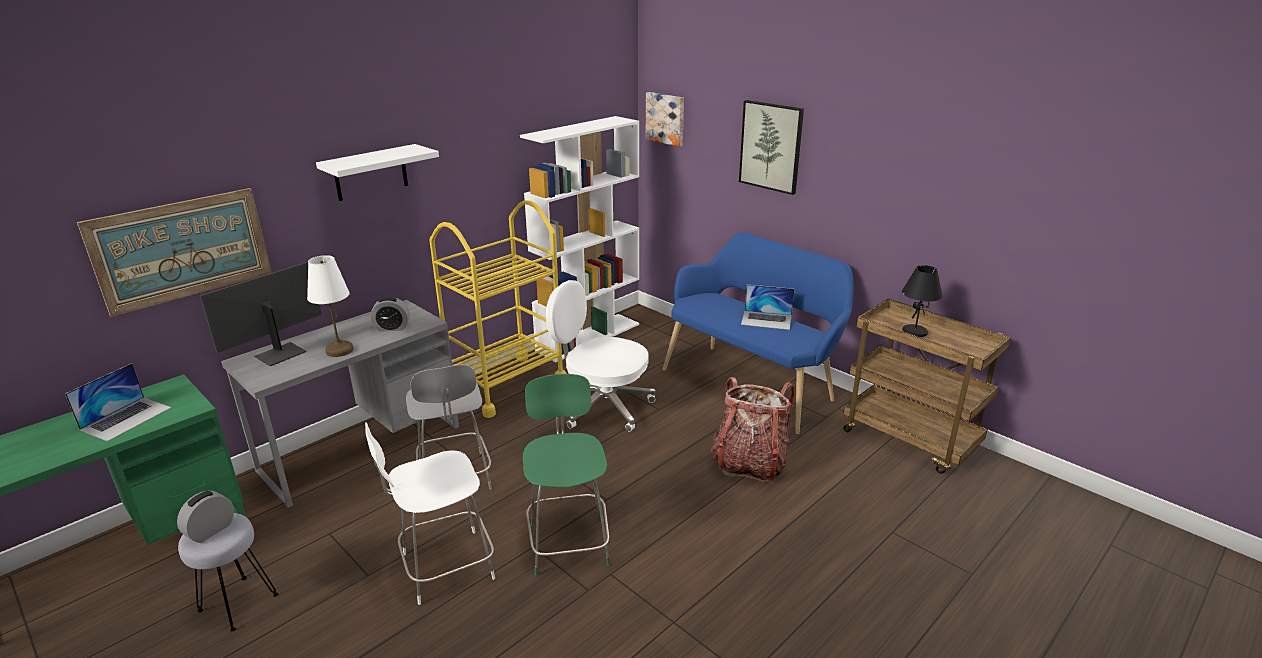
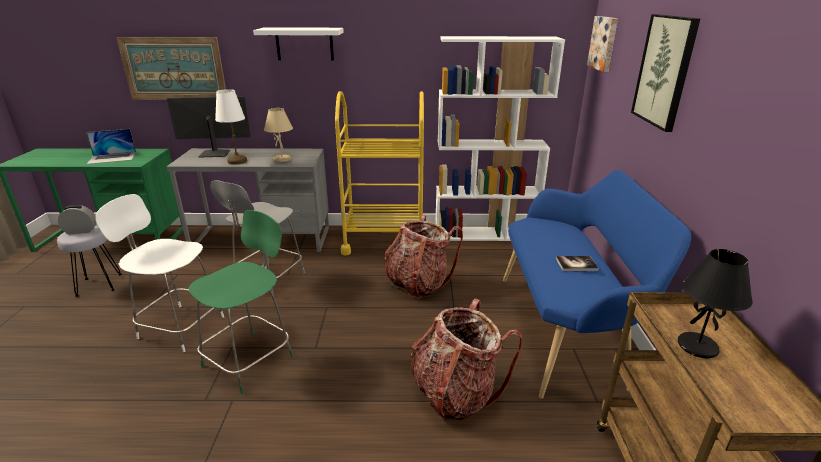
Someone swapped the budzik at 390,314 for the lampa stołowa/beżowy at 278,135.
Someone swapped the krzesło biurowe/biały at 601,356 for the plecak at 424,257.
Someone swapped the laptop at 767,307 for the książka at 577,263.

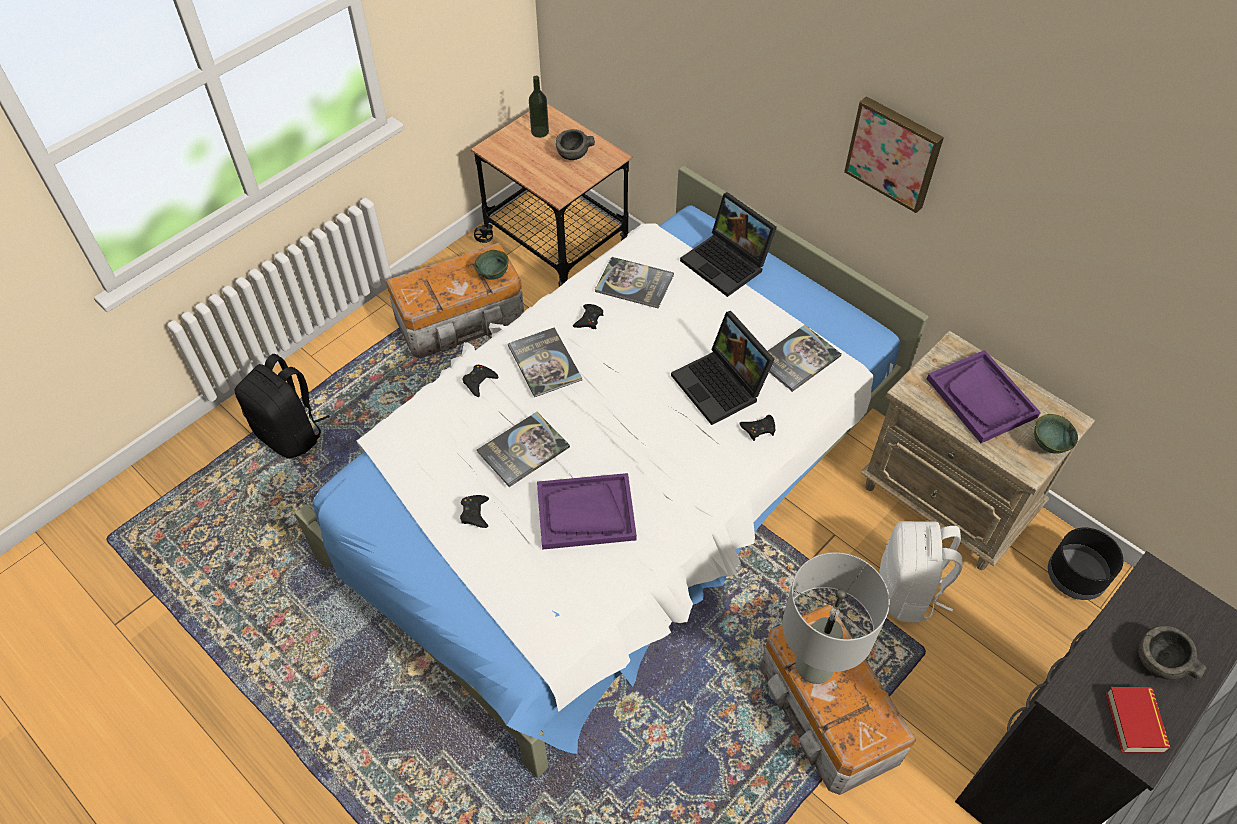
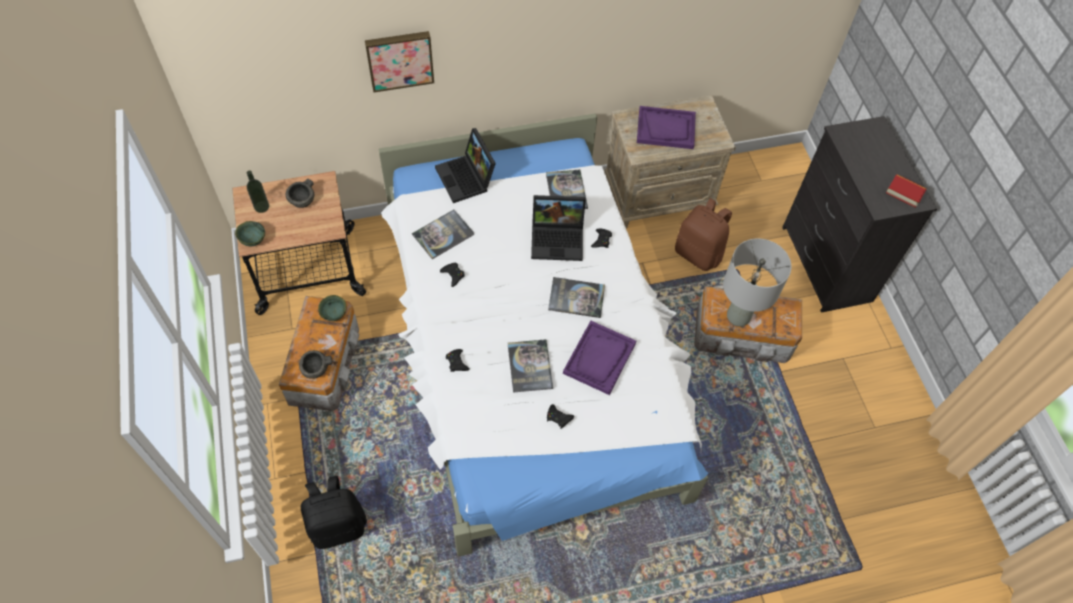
Someone carried the książka from 545,362 to 576,297.
Someone rotated the laptop at 728,244 by 75 degrees clockwise.
Someone carried the obraz from 894,154 to 399,61.
Someone repainted the plecak/biały at 921,572, which became the plecak/brązowy at 703,234.
Someone carried the miska/zielony from 1056,434 to 250,233.
Someone took away the donica/czarny at 1085,564.
Someone carried the miska/szary from 1173,653 to 316,364.

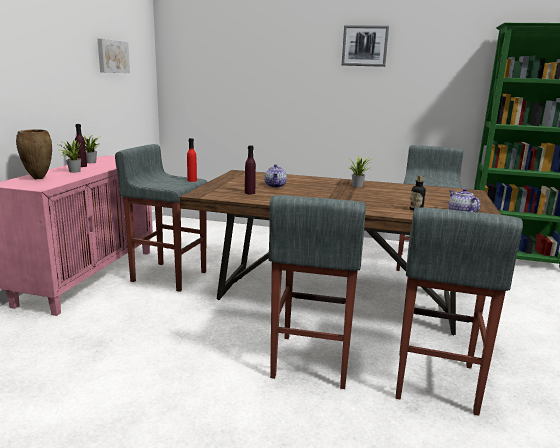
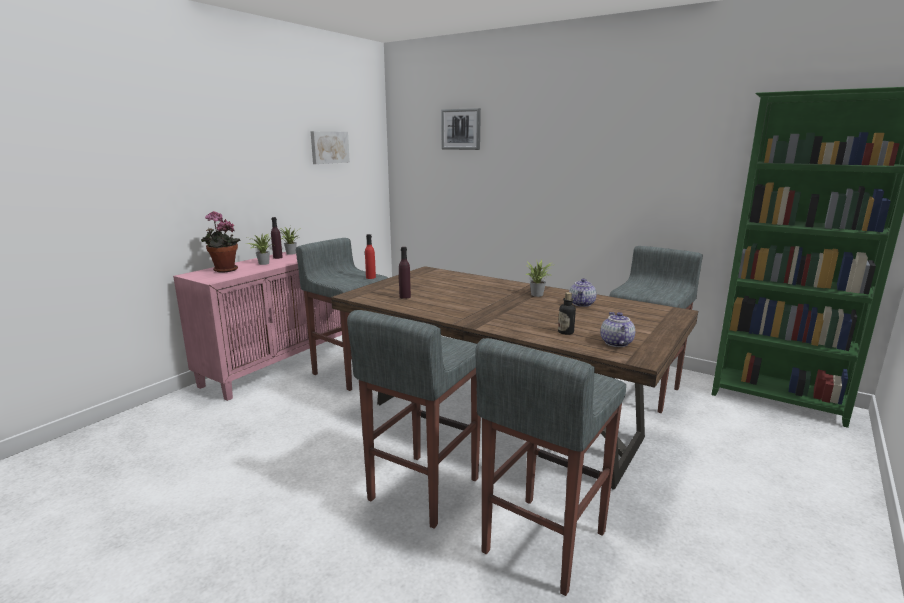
Someone swapped the wazon/brązowy at 34,154 for the roślina doniczkowa at 221,242.
Someone carried the imbryk from 275,176 to 583,293.
Someone carried the obraz from 365,46 to 461,129.

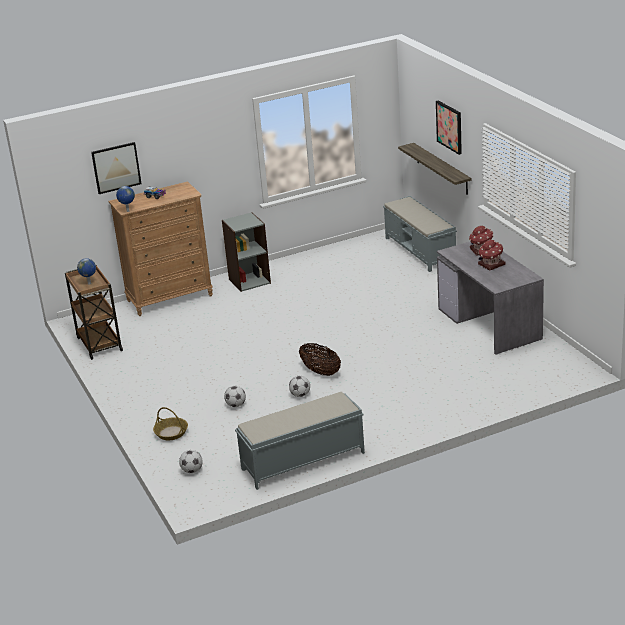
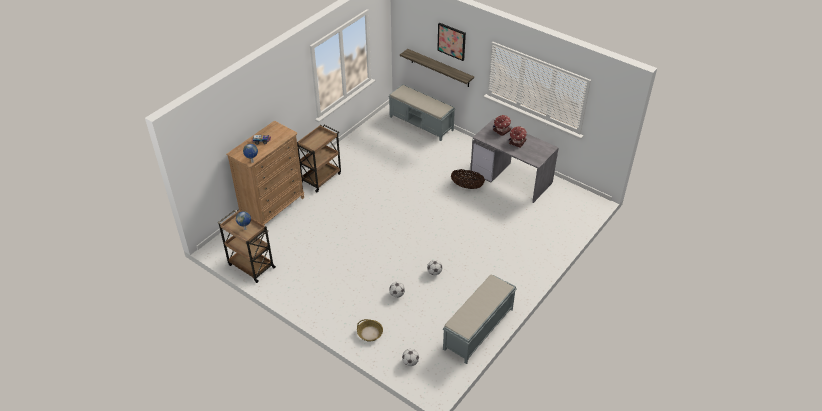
Someone took away the obraz at 116,168.
Someone swapped the regał/szary at 246,252 for the wózek/brązowy at 319,158.
Someone carried the koszyk from 320,359 to 468,179.

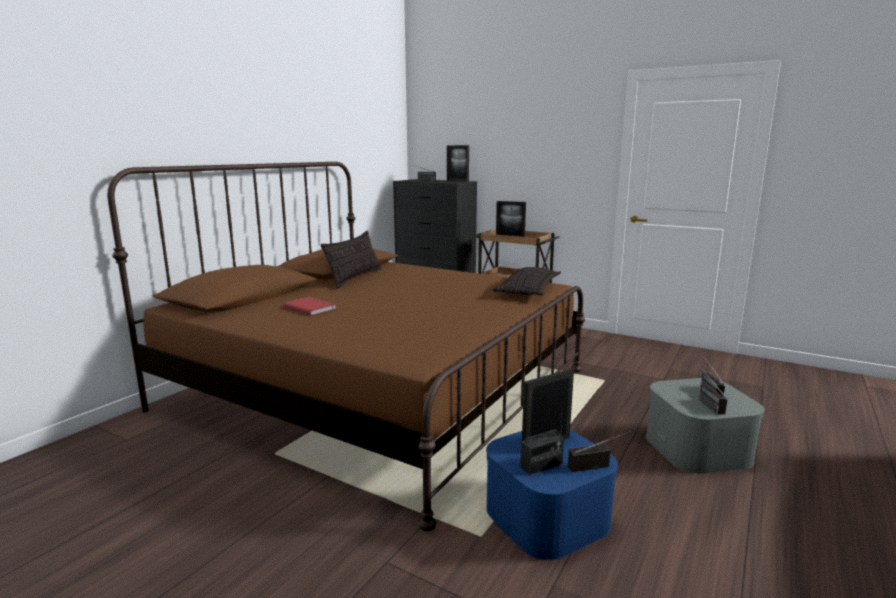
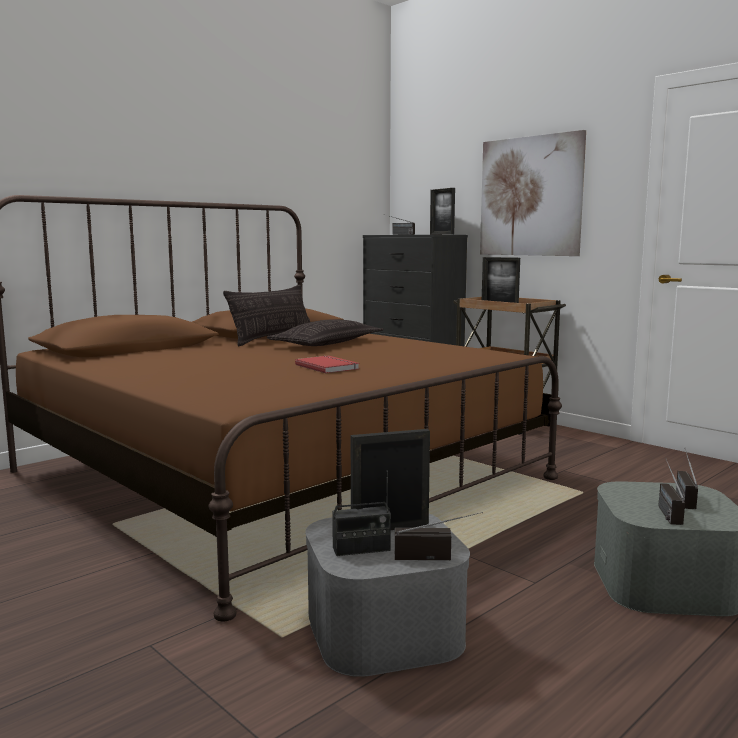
Someone carried the książka/czerwony from 309,306 to 327,364.
Someone repainted the pojemnik do przechowywania/niebieski at 552,495, which became the pojemnik do przechowywania/szary at 387,595.
Someone carried the poduszka from 526,281 to 325,332.
Someone put up the obraz at 533,193.

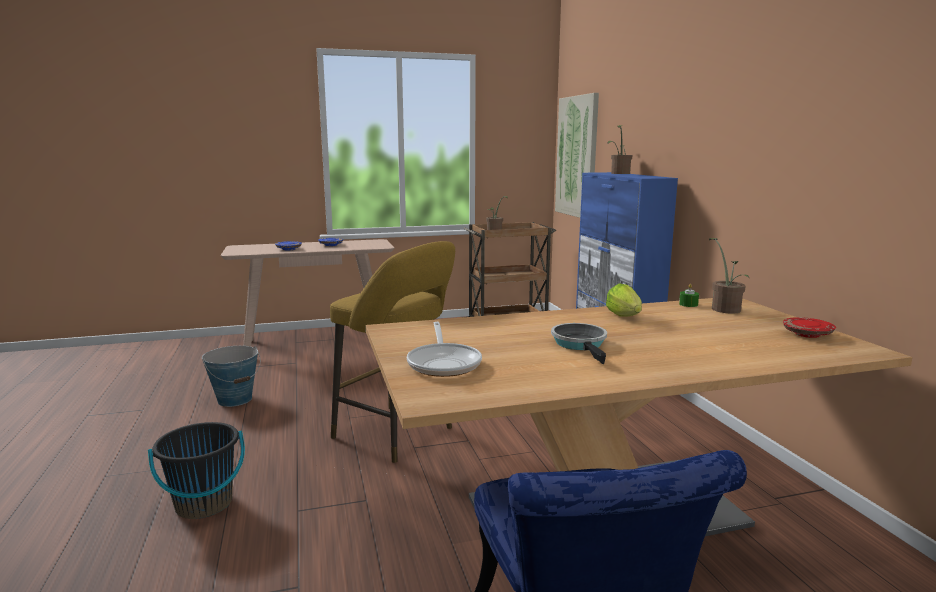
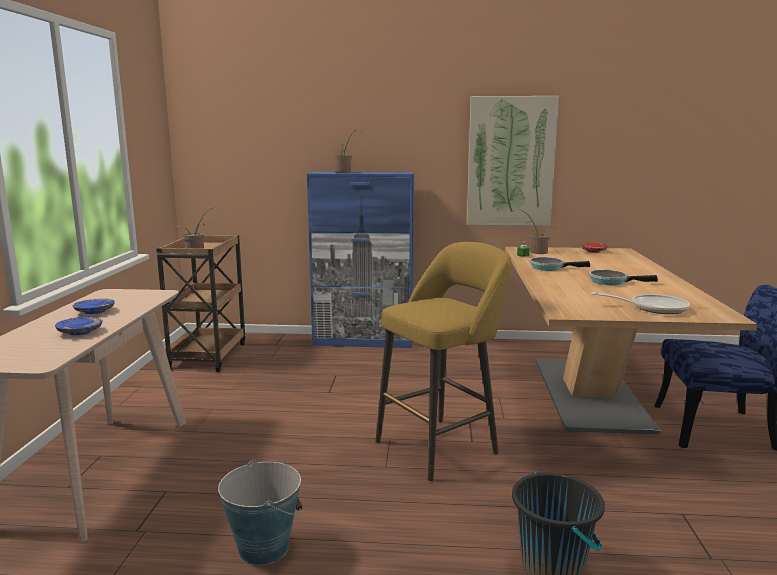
Someone carried the obraz from 577,155 to 513,161.
Someone swapped the sałata at 624,300 for the patelnia at 559,264.

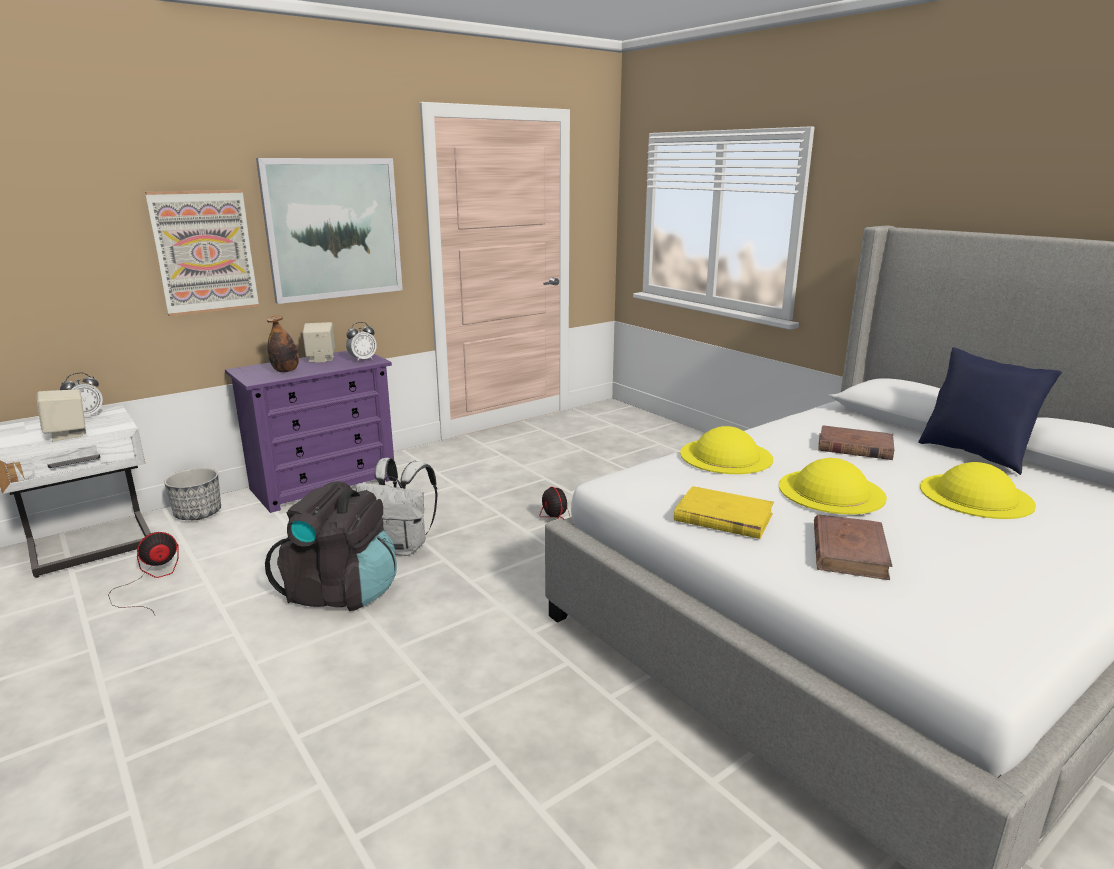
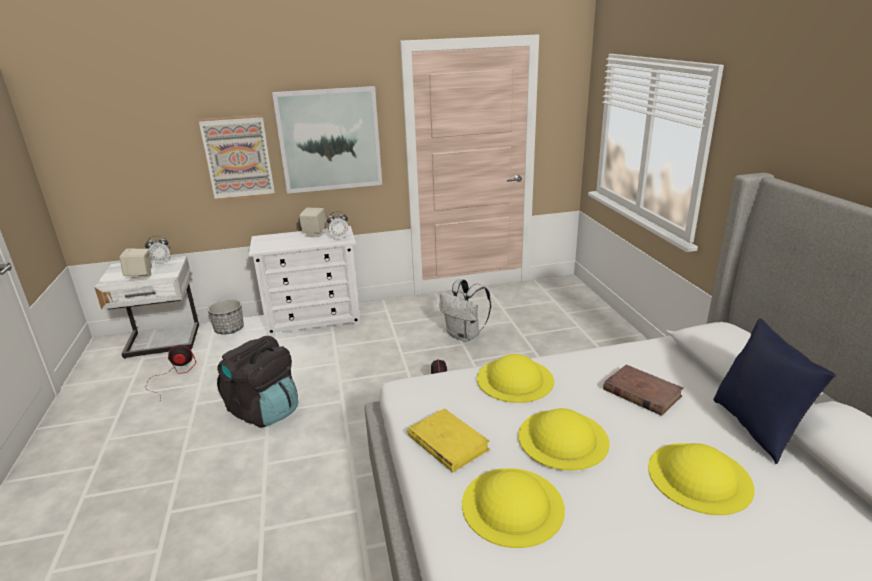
Someone repainted the komoda/fioletowy at 309,432, which became the komoda/biały at 305,281.
Someone took away the butelka at 283,344.
Someone carried the plecak/biały from 397,507 to 465,310.
Someone swapped the książka/brązowy at 853,547 for the kapelusz/żółty at 513,508.

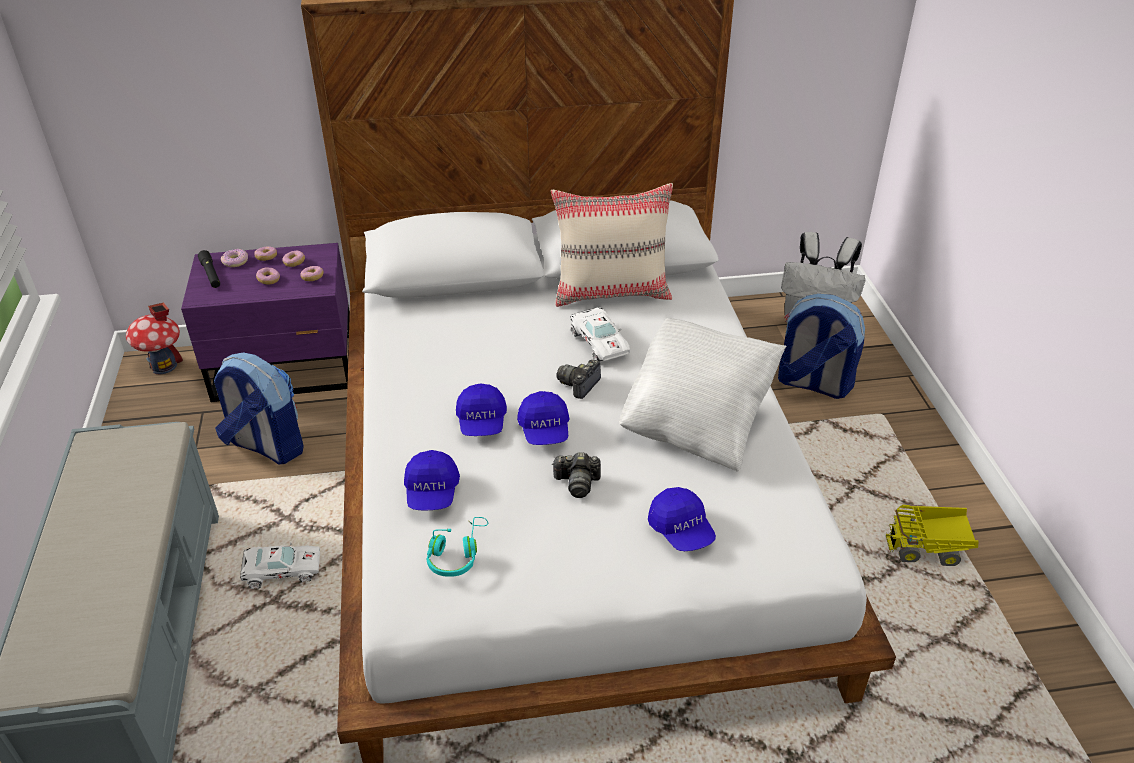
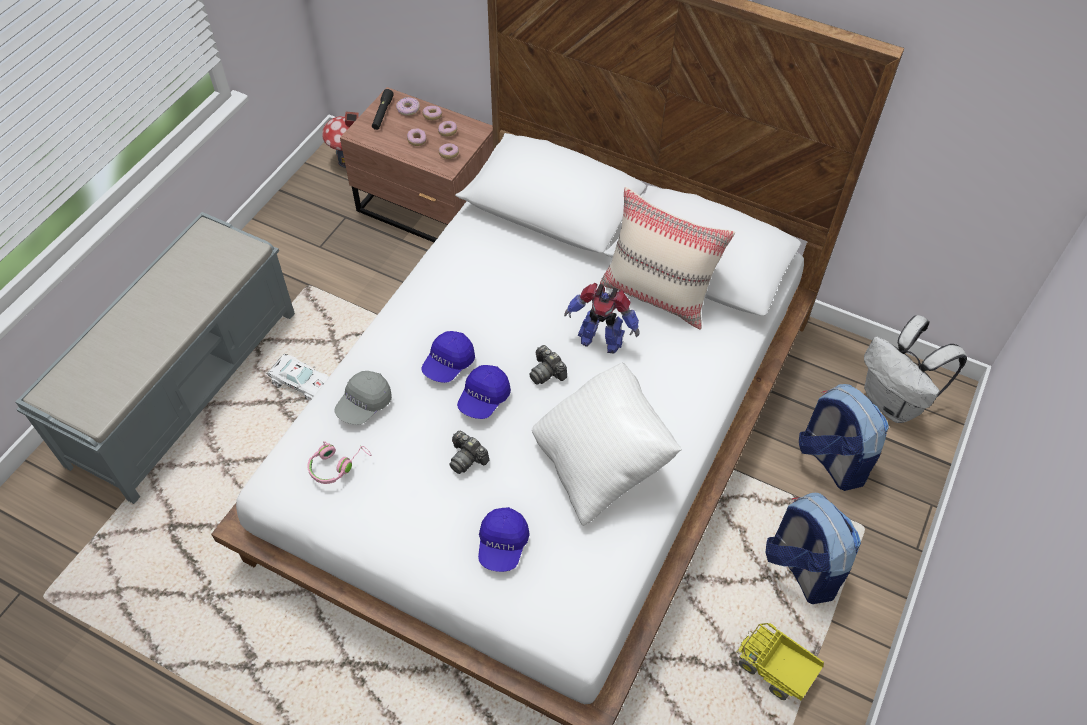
Someone repainted the szafka nocna/fioletowy at 265,322, which became the szafka nocna/brązowy at 417,164.
Someone carried the plecak from 259,408 to 813,548.
Someone repainted the czapka z daszkiem/niebieski at 432,480, which became the czapka z daszkiem/szary at 363,398.
Someone repainted the słuchawki/turkusowy at 457,547, which became the słuchawki/różowy at 339,462.
Someone rotated the aparat fotograficzny at 578,379 by 105 degrees counterclockwise.
Someone swapped the samochodzik/biały at 600,334 for the robot zabawkowy at 602,318.

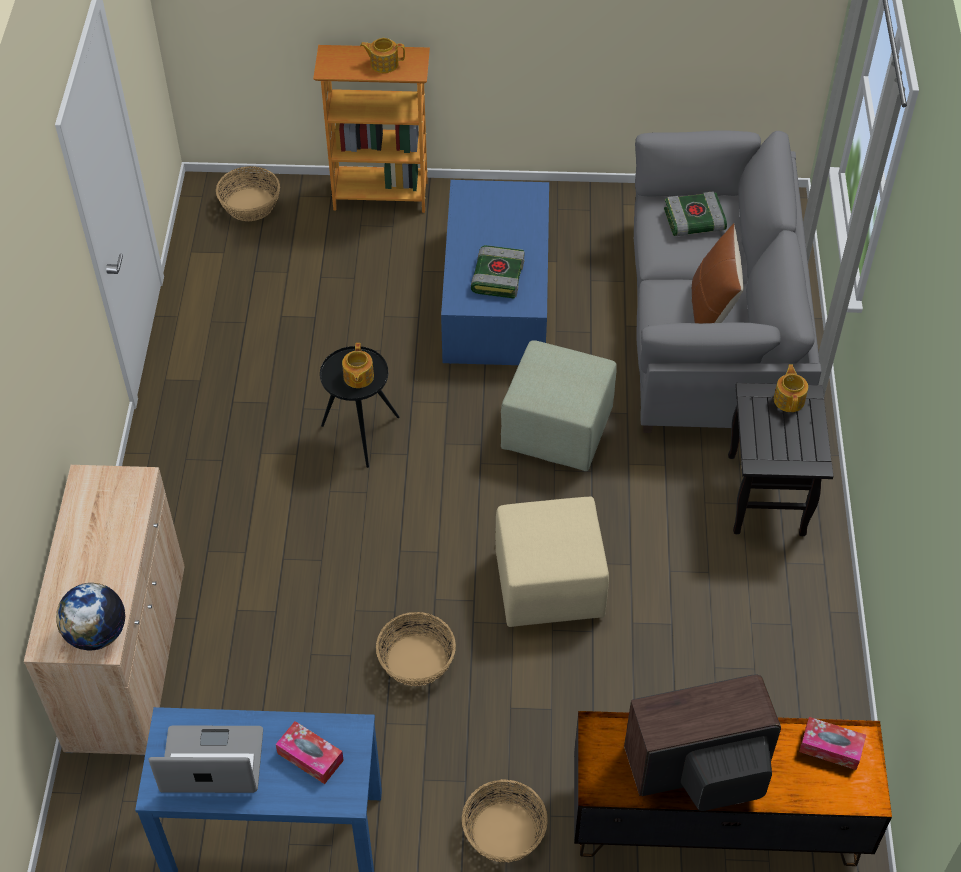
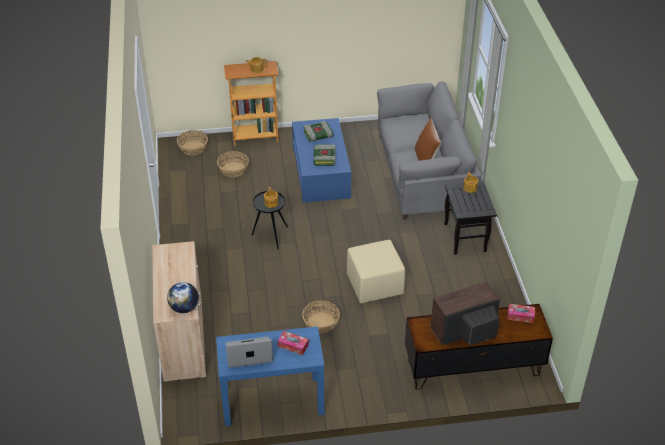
Someone carried the koszyk from 505,820 to 233,164.
Someone took away the pufa/zielony at 559,405.
Someone carried the książka from 695,213 to 318,131.

